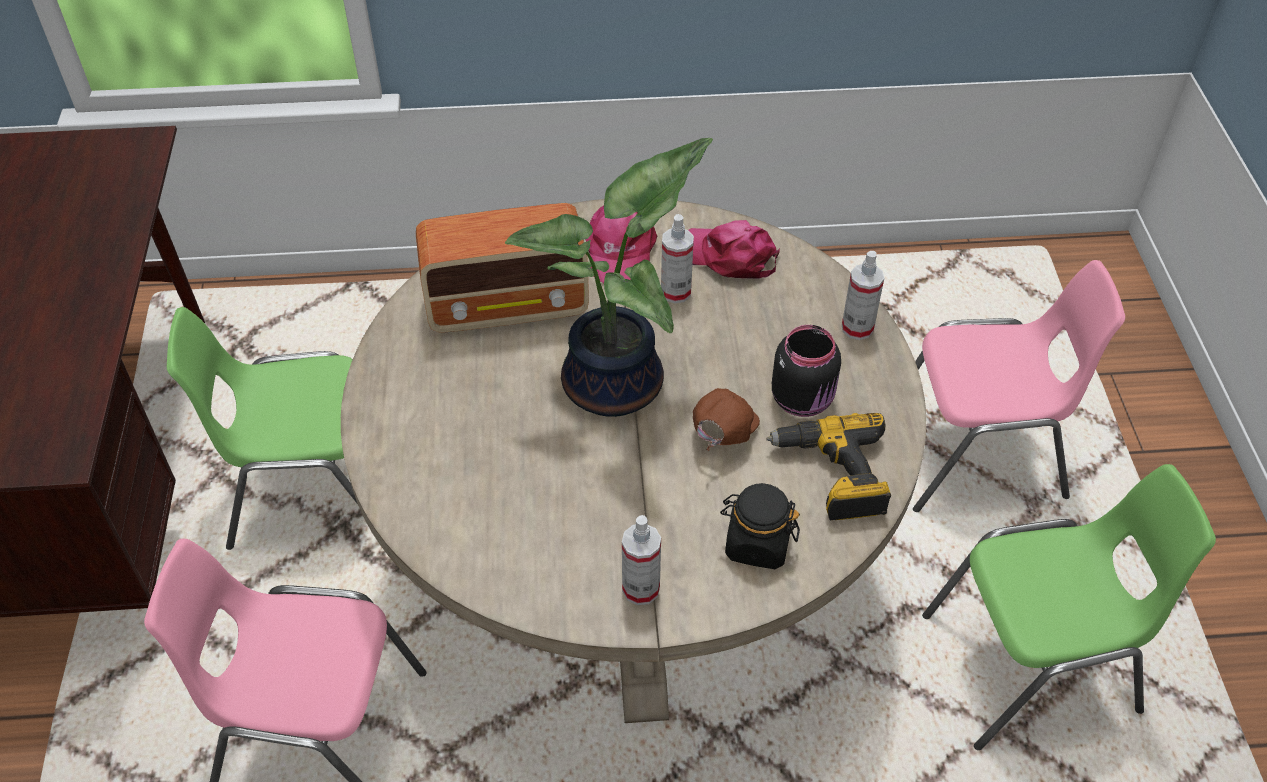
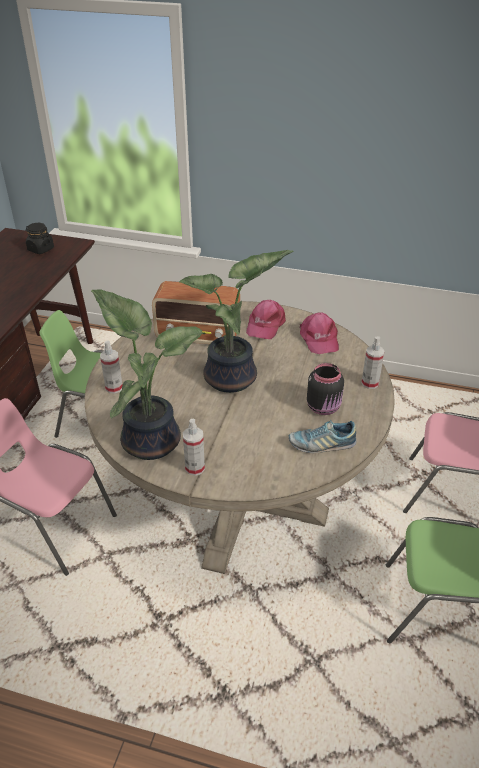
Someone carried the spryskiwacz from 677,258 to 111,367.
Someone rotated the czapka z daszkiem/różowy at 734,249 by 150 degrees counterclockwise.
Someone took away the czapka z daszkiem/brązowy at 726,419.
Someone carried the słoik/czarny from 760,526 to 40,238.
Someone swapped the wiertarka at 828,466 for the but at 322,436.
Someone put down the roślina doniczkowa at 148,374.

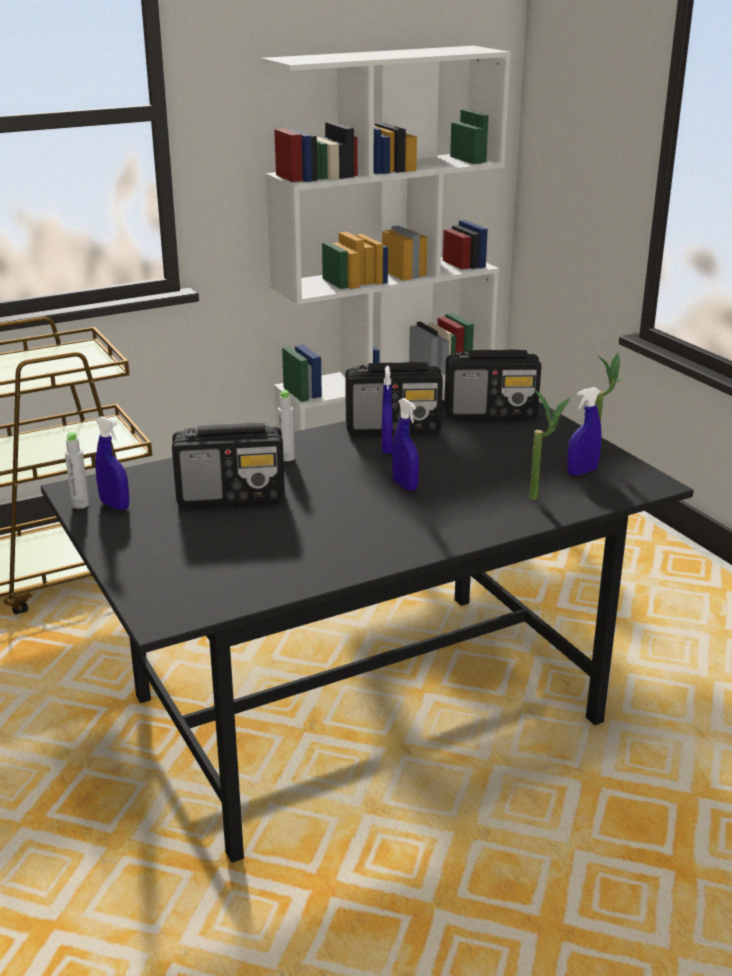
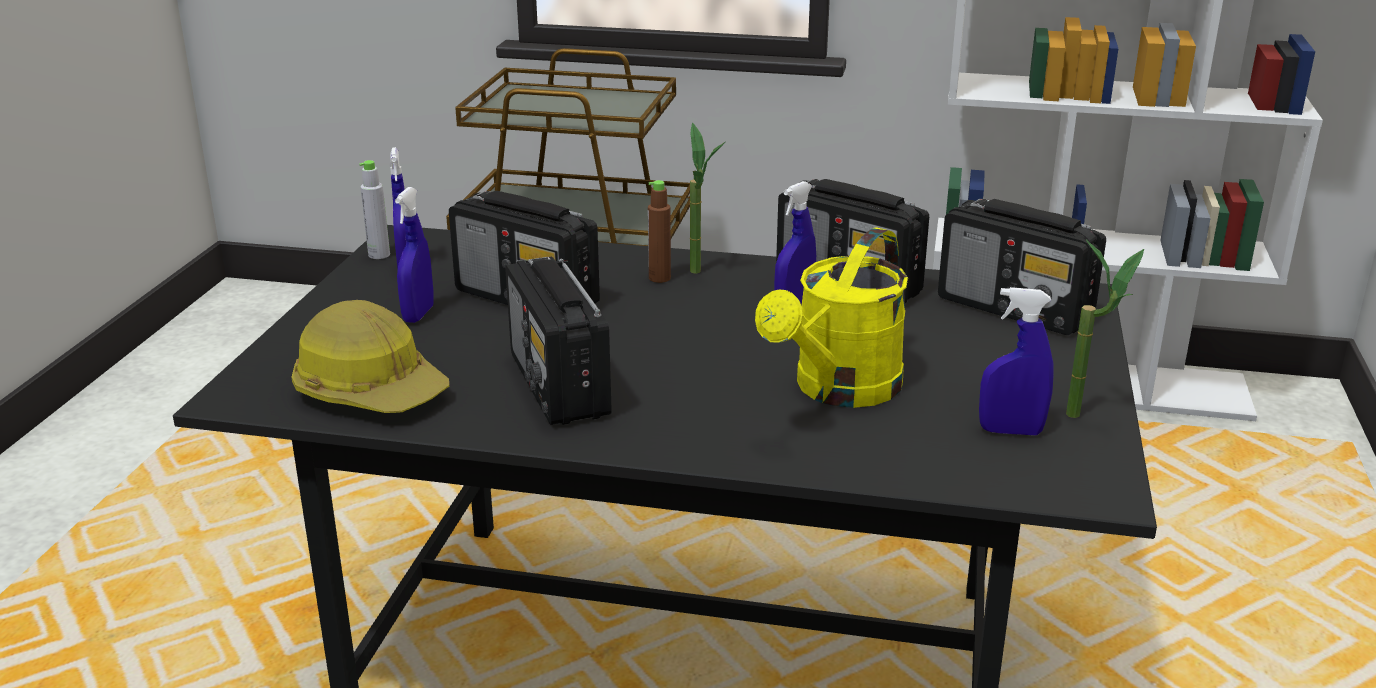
Someone repainted the butelka/szary at 286,425, which became the butelka/brązowy at 659,231.
Someone carried the spryskiwacz/niebieski from 405,444 to 414,255.
Someone carried the roślina doniczkowa from 550,445 to 708,198.
Someone put down the kask at 371,356.
Someone put down the radio at 558,340.
Someone put down the konewka/żółty at 831,317.

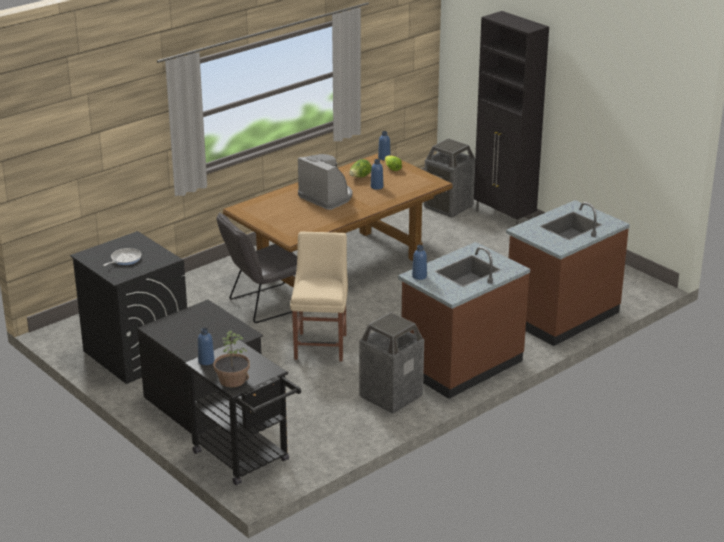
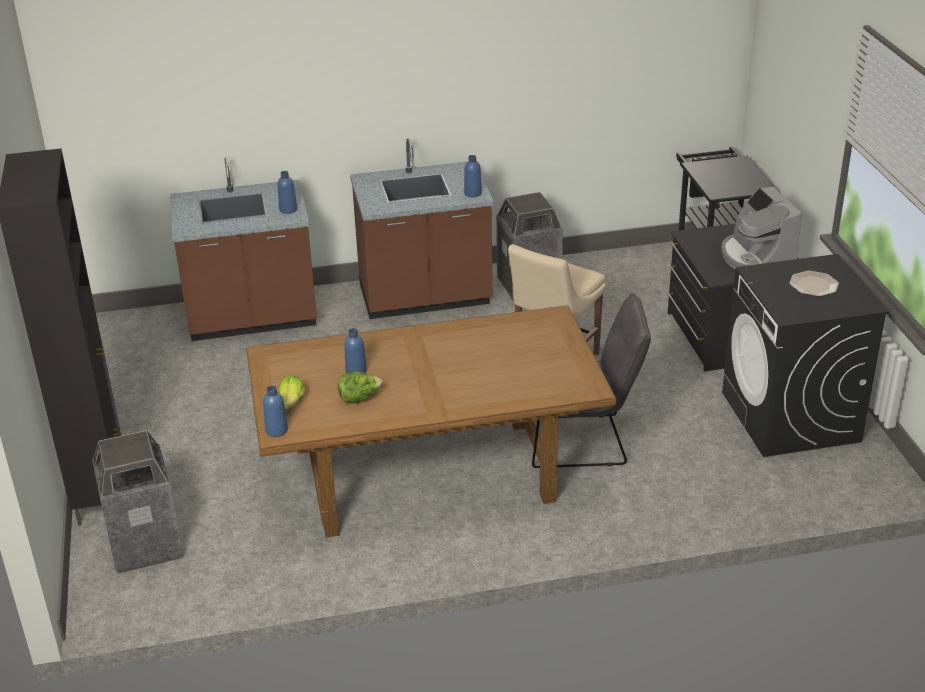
Someone swapped the patelnia at 122,257 for the talerz at 814,283.
Someone carried the butelka/niebieski from 206,346 to 287,192.
Someone took away the roślina doniczkowa at 231,359.
Someone carried the ekspres do kawy from 325,182 to 761,228.

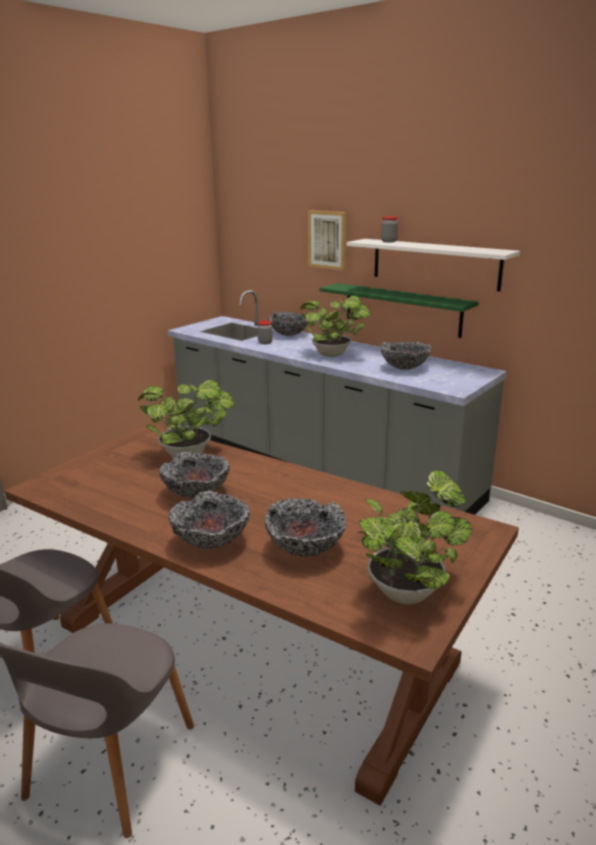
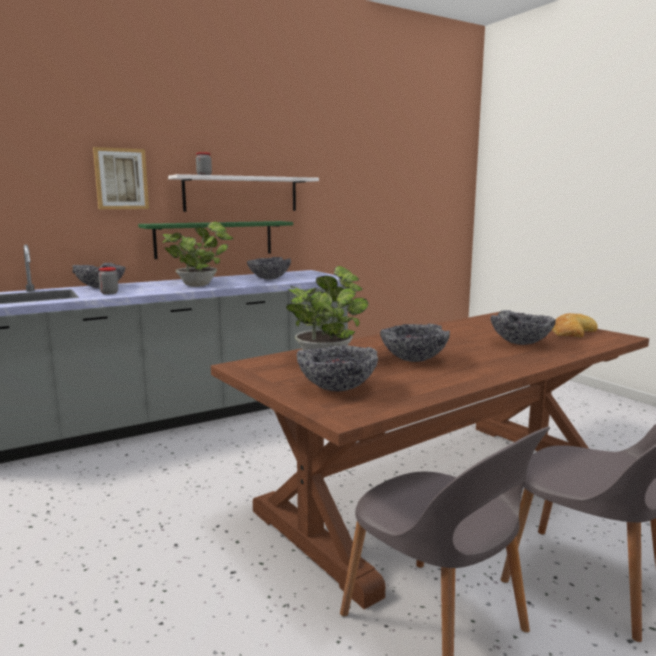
Someone carried the miska from 209,520 to 337,368.
Someone swapped the roślina doniczkowa at 415,537 for the chleb at 575,325.

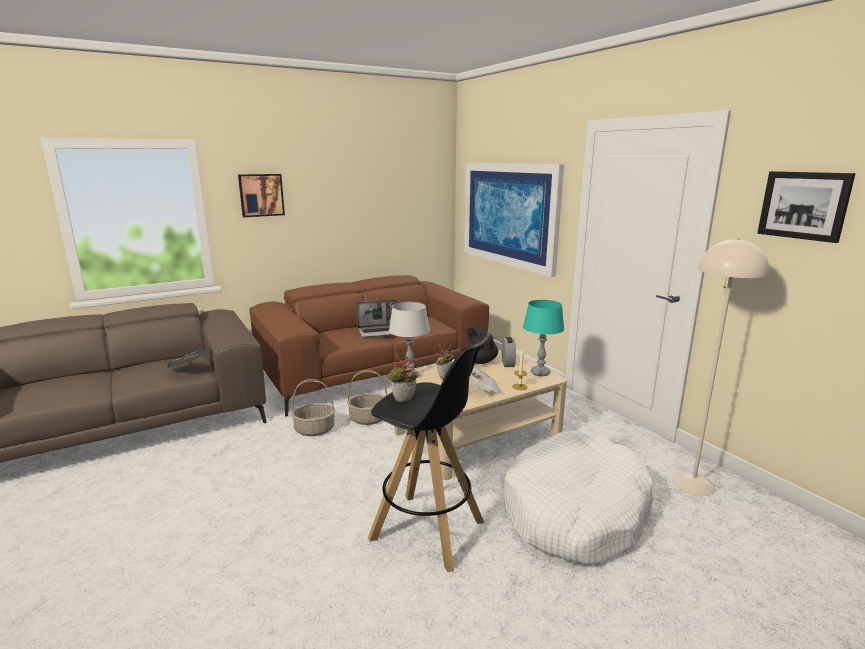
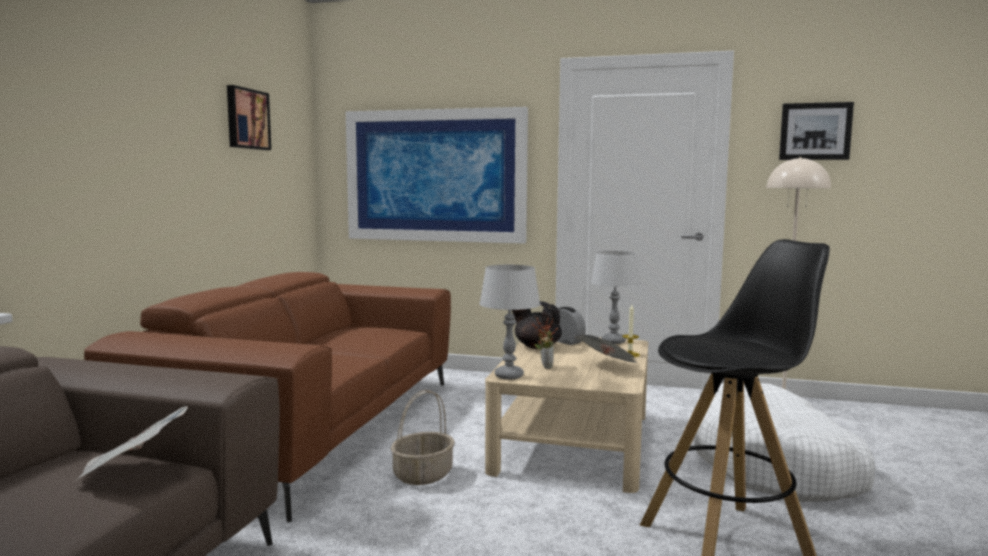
Someone carried the obraz from 261,195 to 249,117.
Someone took away the koszyk at 313,407.
Someone took away the laptop at 377,318.
Someone took away the roślina doniczkowa at 402,378.
Someone repainted the lampa stołowa/turkusowy at 543,338, which became the lampa stołowa/szary at 616,297.

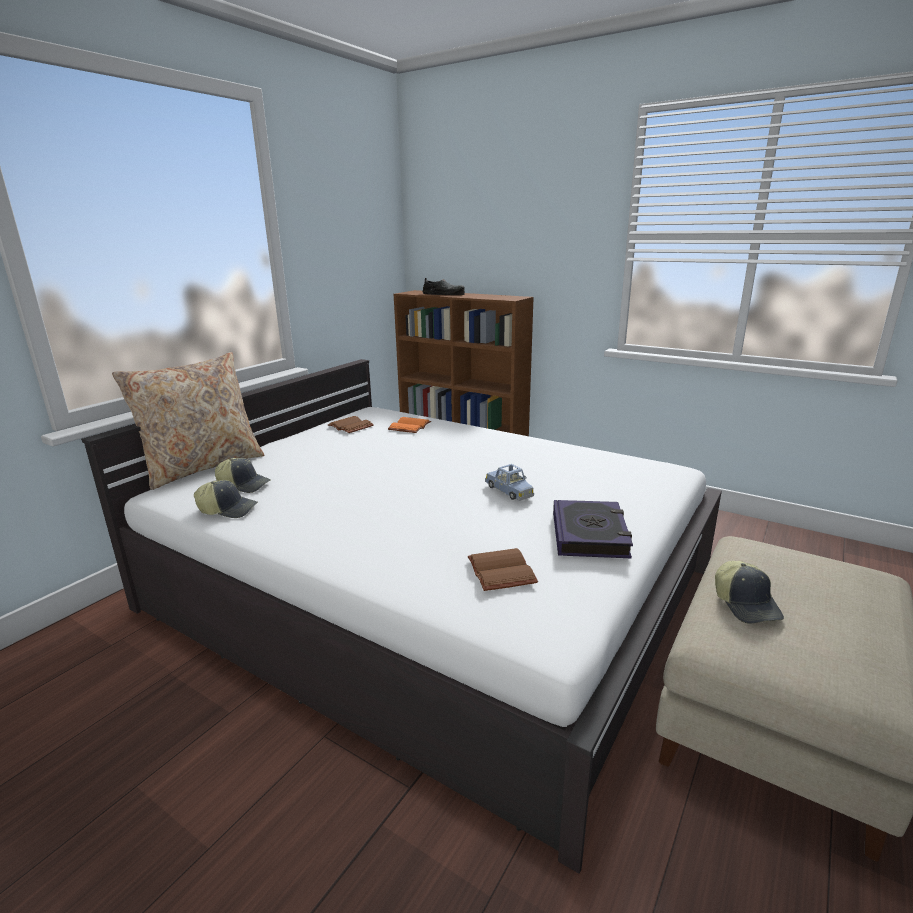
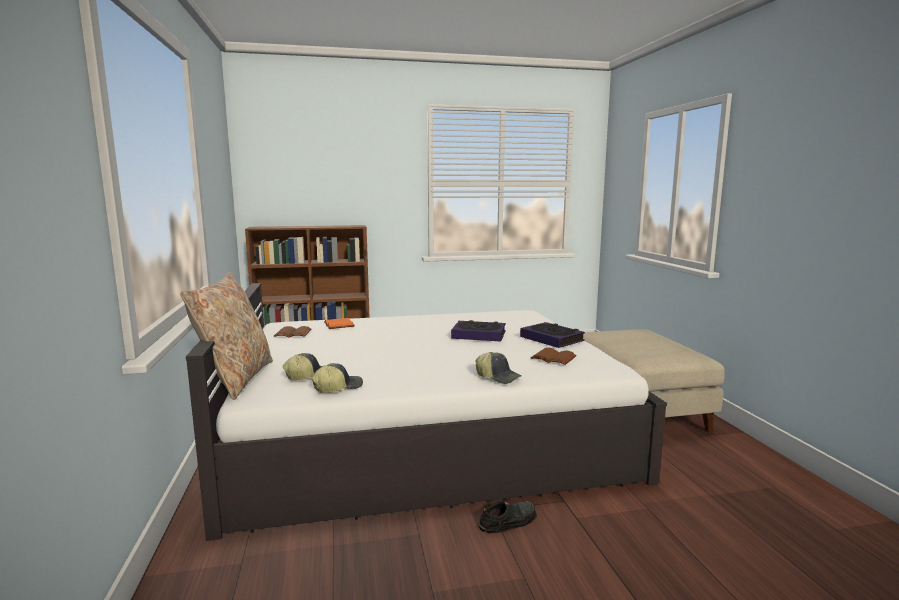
Someone carried the but/czarny from 443,286 to 507,517.
Someone swapped the samochodzik/niebieski at 509,482 for the książka at 478,331.
Someone carried the czapka z daszkiem from 749,592 to 498,368.

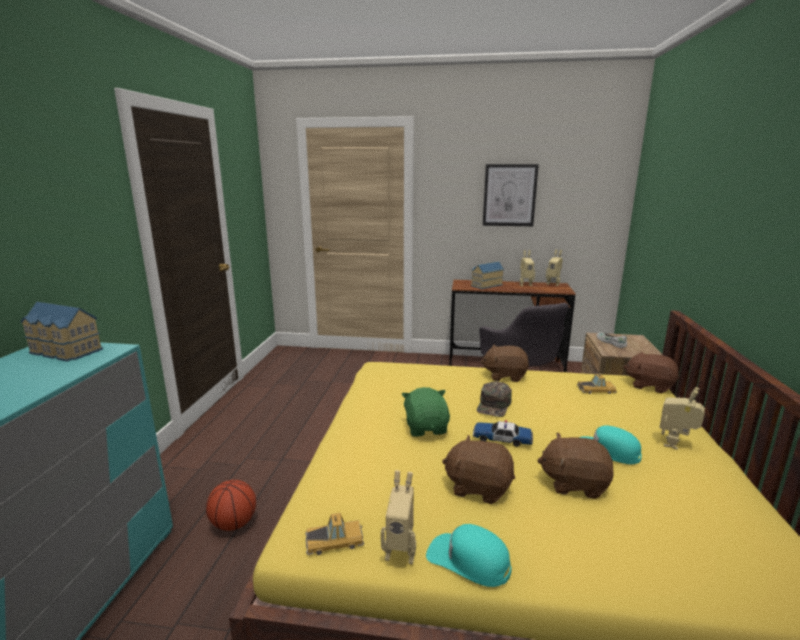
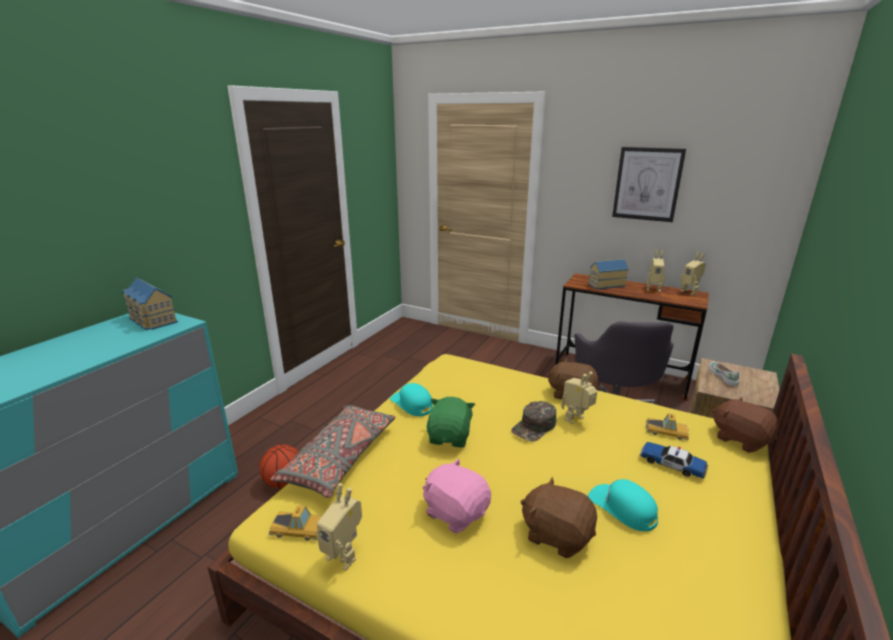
Someone carried the czapka z daszkiem/turkusowy from 469,555 to 411,399.
Someone repainted the pluszak/brązowy at 478,469, which became the pluszak/różowy at 456,495.
Someone carried the samochodzik from 503,433 to 674,460.
Someone carried the robot zabawkowy from 682,418 to 579,397.
Someone put down the poduszka/szary at 332,451.

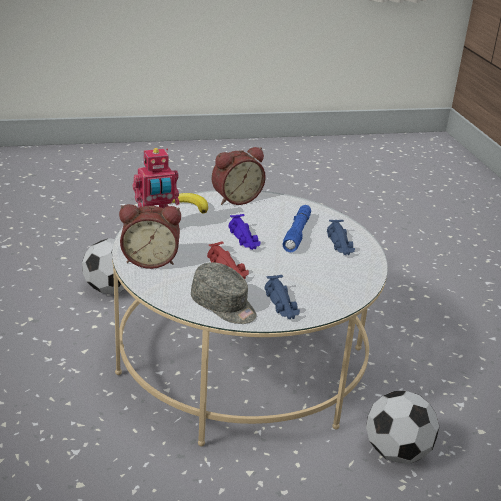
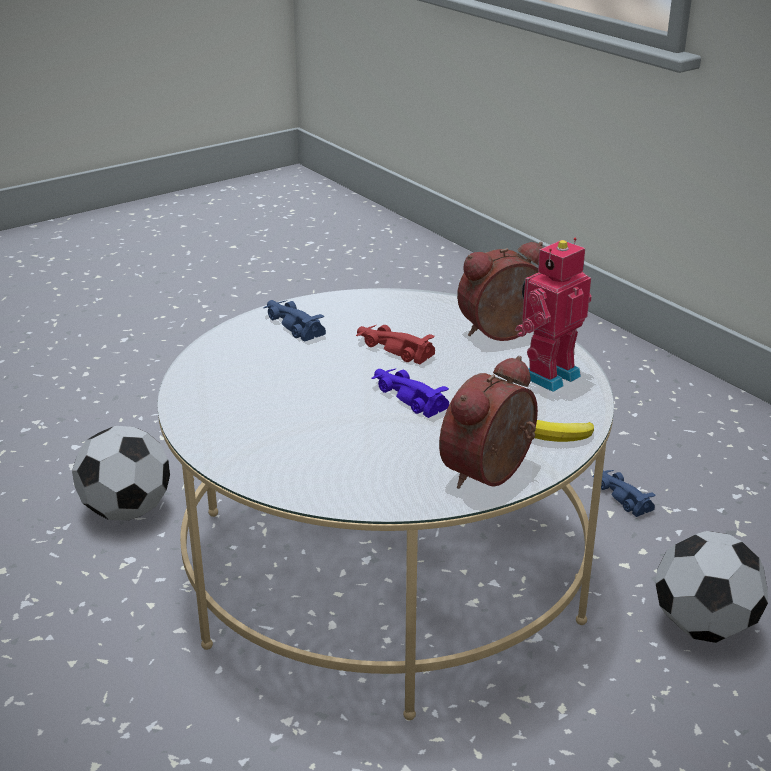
Someone took away the czapka z daszkiem/szary at 223,293.
Someone took away the latarka/niebieski at 297,228.
Someone carried the samochodzik/niebieski from 341,237 to 624,493.

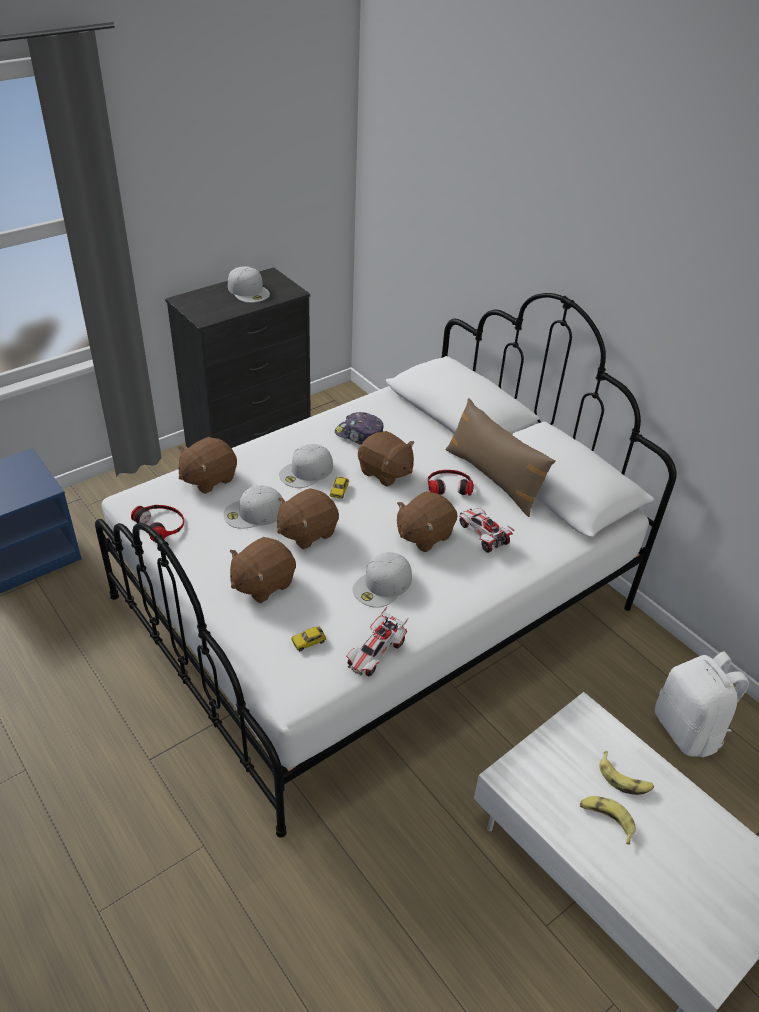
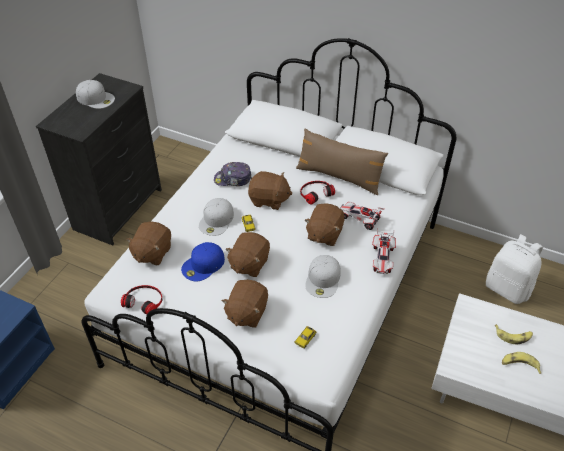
Someone repainted the czapka z daszkiem/biały at 253,507, which became the czapka z daszkiem/niebieski at 203,262.
Someone carried the samochodzik from 377,642 to 384,251.

